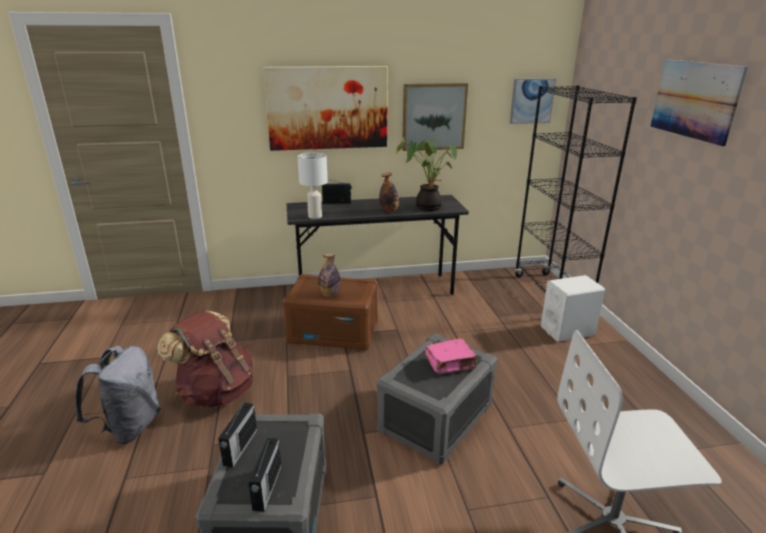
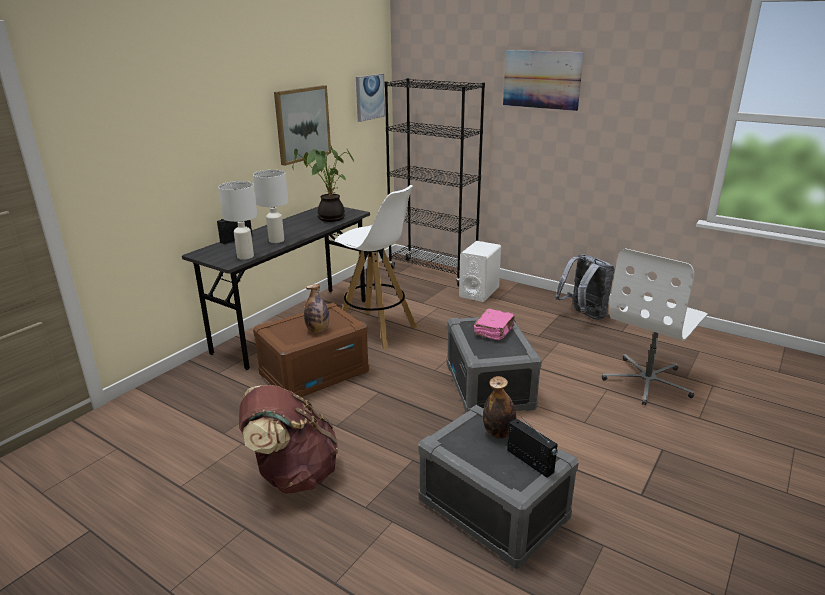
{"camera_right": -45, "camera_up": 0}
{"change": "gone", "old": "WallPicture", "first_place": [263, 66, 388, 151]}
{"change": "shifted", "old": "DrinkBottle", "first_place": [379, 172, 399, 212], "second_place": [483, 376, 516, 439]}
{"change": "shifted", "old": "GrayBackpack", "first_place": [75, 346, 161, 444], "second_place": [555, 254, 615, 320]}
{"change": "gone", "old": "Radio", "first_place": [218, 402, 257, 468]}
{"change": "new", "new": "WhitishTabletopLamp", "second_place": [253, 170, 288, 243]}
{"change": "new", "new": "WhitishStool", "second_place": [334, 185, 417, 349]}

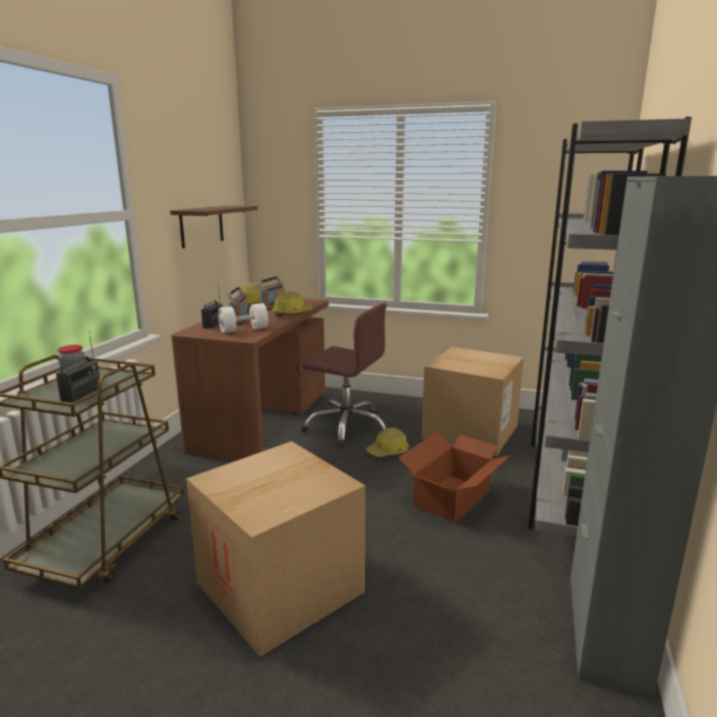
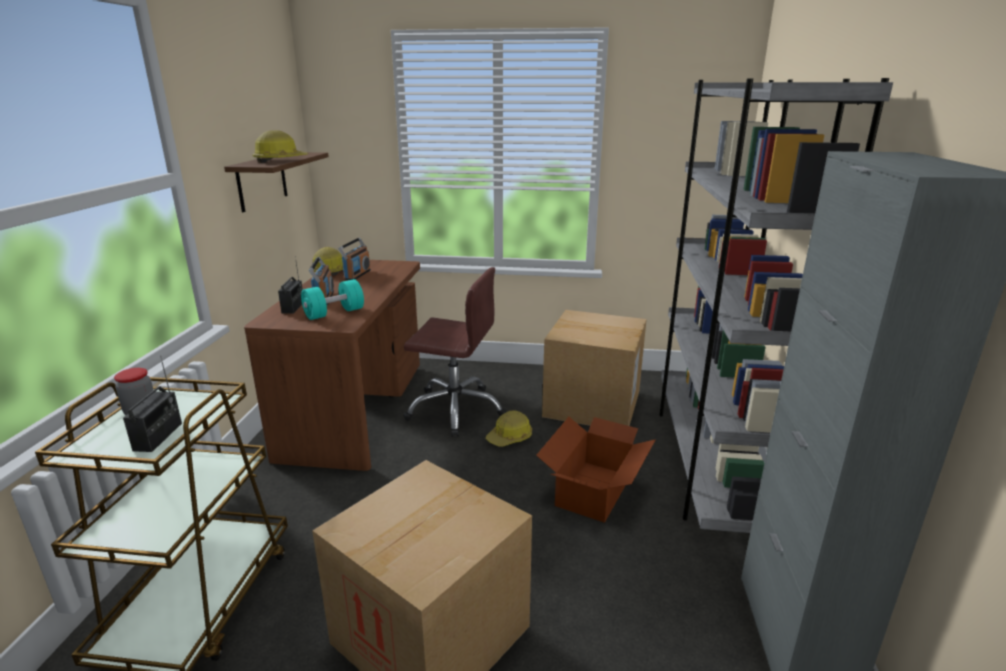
{"camera_right": -10, "camera_up": 5}
{"change": "shifted", "old": "HardHat", "first_place": [272, 291, 313, 316], "second_place": [252, 130, 309, 163]}
{"change": "repainted", "old": "WhitishFreeWeight", "new": "TurquoiseFreeWeight", "first_place": [218, 303, 268, 333], "second_place": [301, 279, 364, 320]}

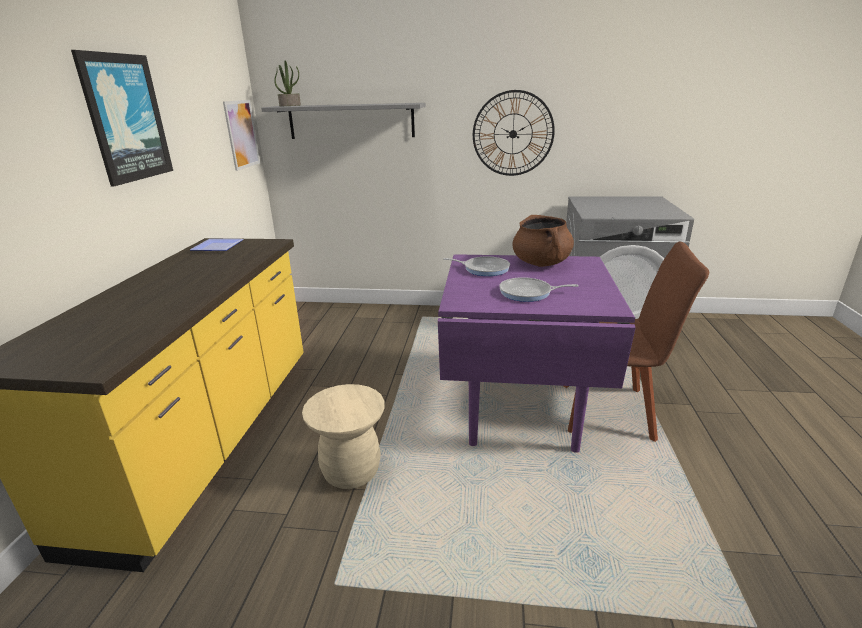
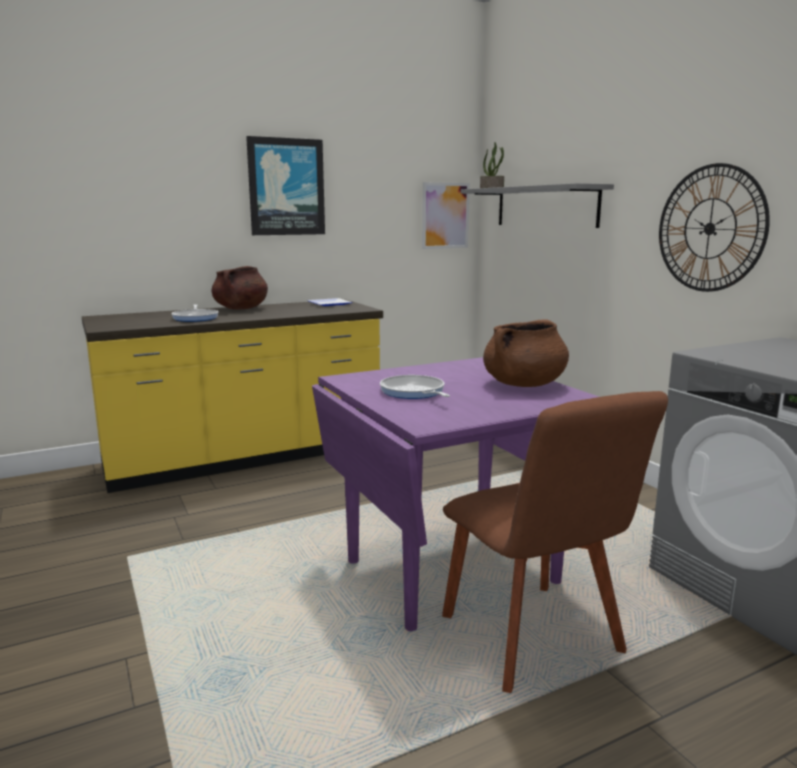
{"camera_right": 55, "camera_up": -10}
{"change": "shifted", "old": "FryingPan", "first_place": [443, 257, 510, 276], "second_place": [171, 304, 218, 322]}
{"change": "gone", "old": "BeigeStool", "first_place": [302, 384, 385, 489]}
{"change": "new", "new": "BrownishCookingPot", "second_place": [211, 266, 268, 310]}

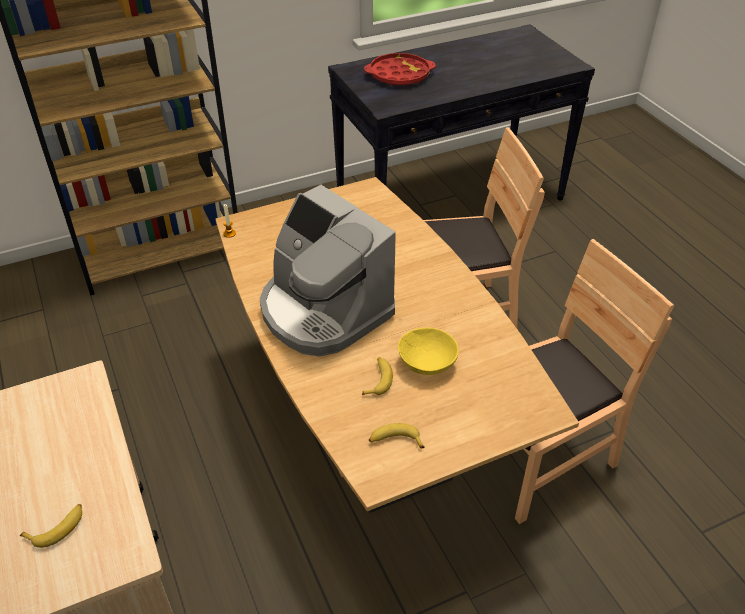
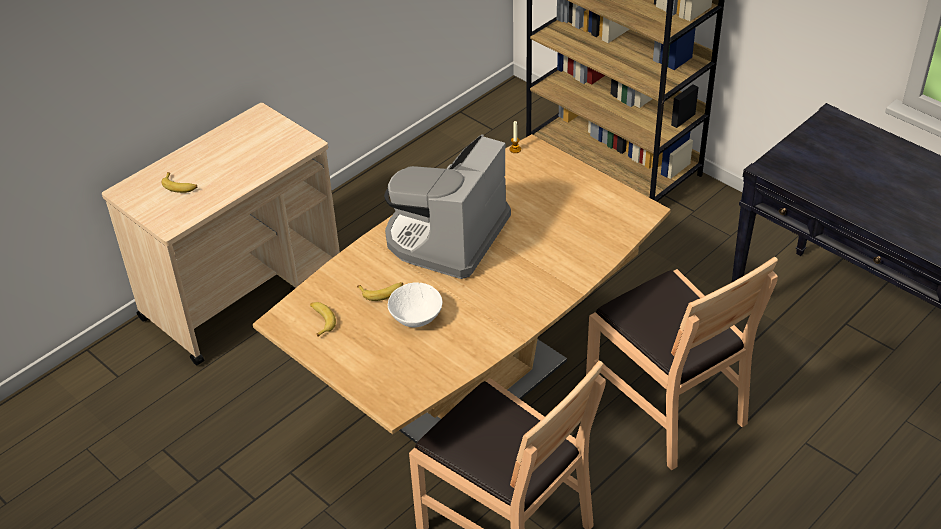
{"camera_right": 70, "camera_up": 0}
{"change": "gone", "old": "ReddishServingTray", "first_place": [364, 53, 436, 86]}
{"change": "repainted", "old": "YellowishBowl", "new": "WhitishBowl", "first_place": [398, 328, 459, 375], "second_place": [388, 283, 442, 327]}

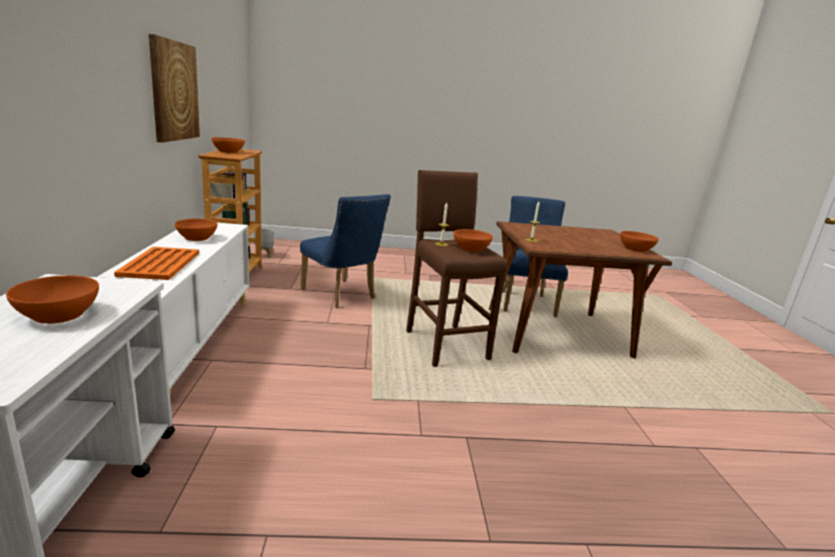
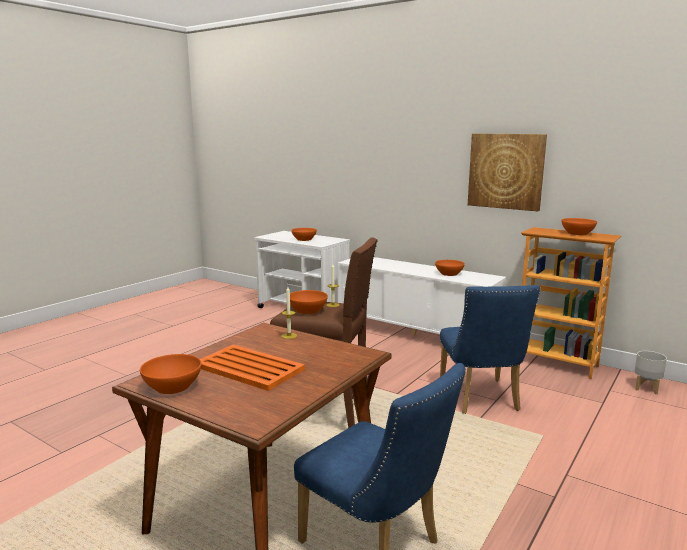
{"camera_right": 130, "camera_up": -5}
{"change": "rotated", "old": "BluishChair", "first_place": [300, 194, 391, 308], "second_place": [440, 285, 540, 414], "degrees": -90}
{"change": "shifted", "old": "OrangeServingTray", "first_place": [114, 247, 199, 280], "second_place": [200, 345, 305, 391]}

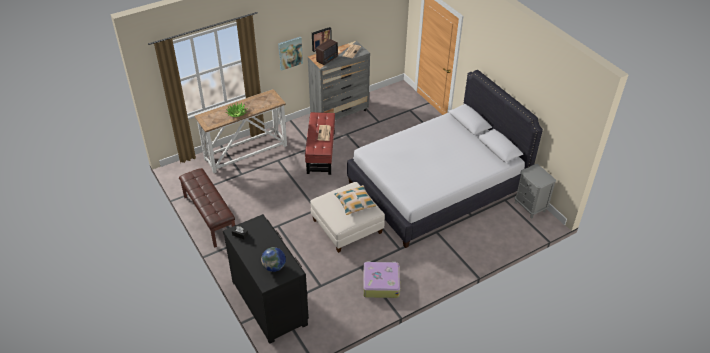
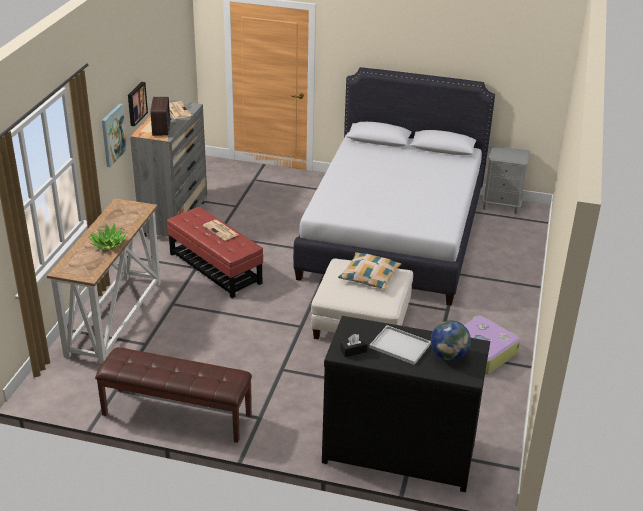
{"camera_right": -45, "camera_up": -10}
{"change": "new", "new": "WhitishServingTray", "second_place": [369, 325, 431, 365]}

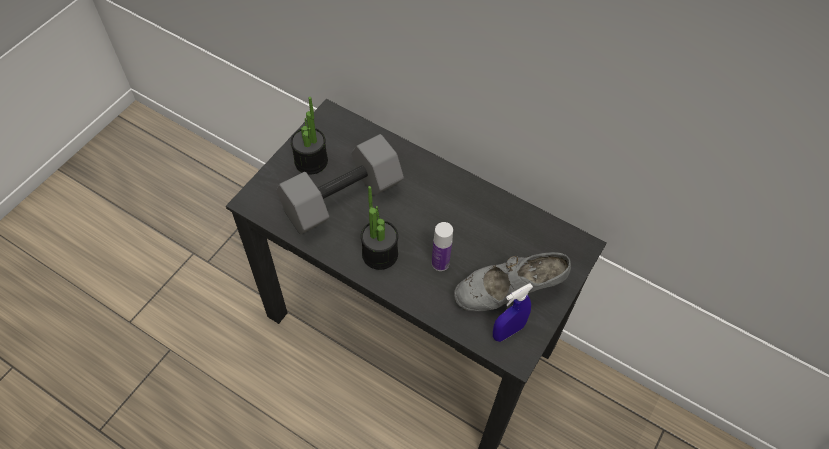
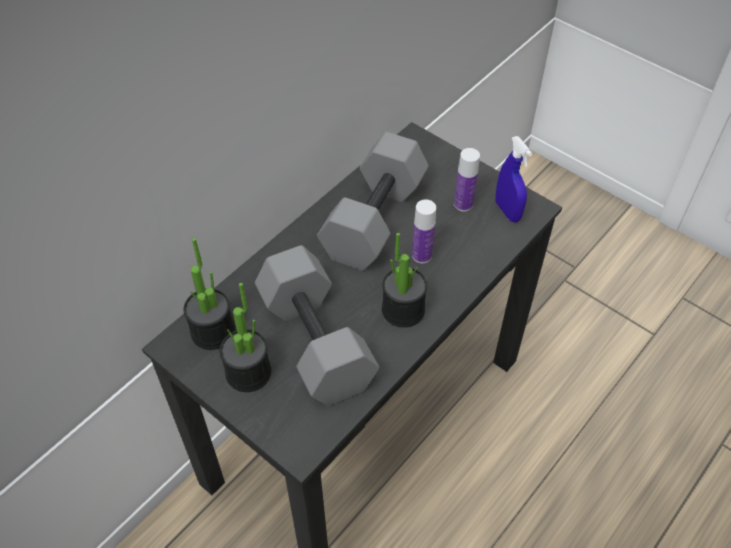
{"camera_right": -80, "camera_up": -5}
{"change": "swapped", "old": "GrayLowShoe", "new": "DrinkBottle", "first_place": [454, 252, 571, 311], "second_place": [454, 148, 480, 212]}
{"change": "new", "new": "GrayFreeWeight", "second_place": [317, 132, 429, 271]}
{"change": "new", "new": "PlantInAPot", "second_place": [184, 238, 235, 350]}

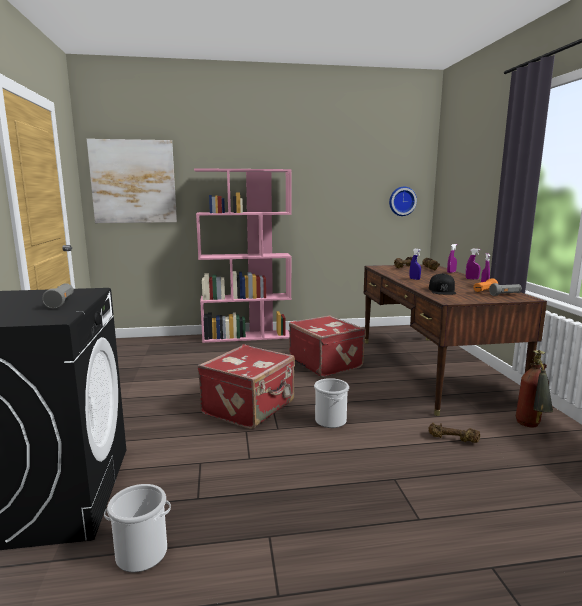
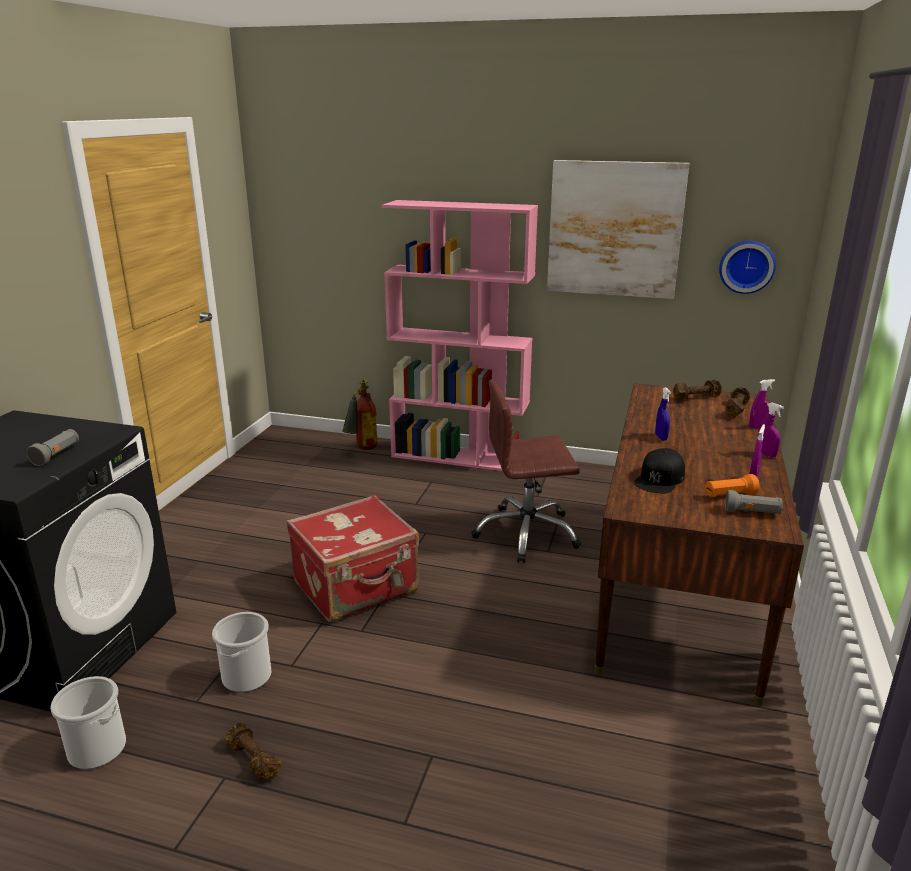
{"camera_right": 25, "camera_up": 10}
{"change": "shifted", "old": "WallPicture", "first_place": [87, 139, 177, 223], "second_place": [547, 160, 689, 299]}
{"change": "swapped", "old": "ReddishPieceOfLuggage", "new": "BrownishComputerChair", "first_place": [289, 315, 366, 377], "second_place": [471, 380, 582, 563]}
{"change": "shifted", "old": "Extinguisher", "first_place": [516, 350, 553, 427], "second_place": [342, 380, 378, 450]}
{"change": "shifted", "old": "Bucket", "first_place": [314, 378, 349, 428], "second_place": [212, 612, 271, 692]}
{"change": "shifted", "old": "BrownishFreeWeight", "first_place": [429, 423, 480, 443], "second_place": [224, 722, 281, 779]}

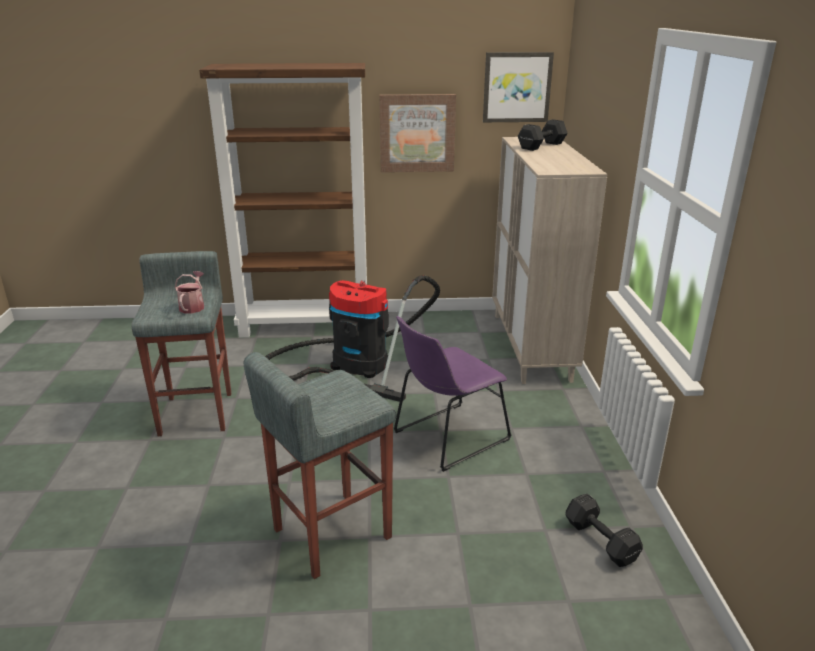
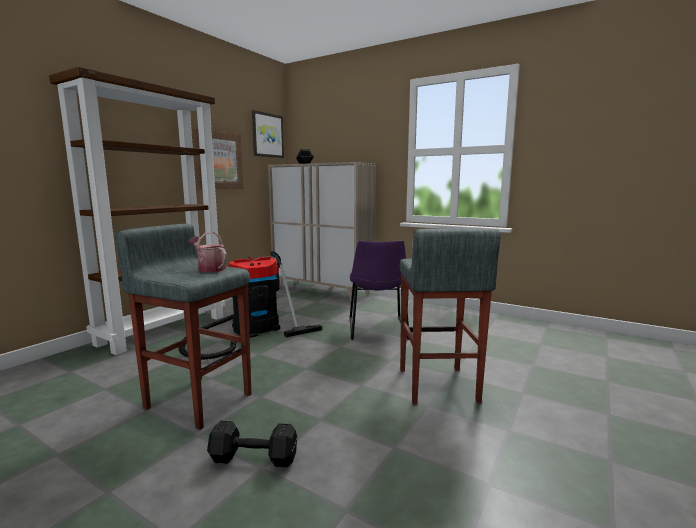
{"camera_right": -55, "camera_up": -15}
{"change": "shifted", "old": "BlackColouredFreeWeight", "first_place": [565, 493, 643, 567], "second_place": [207, 420, 297, 467]}

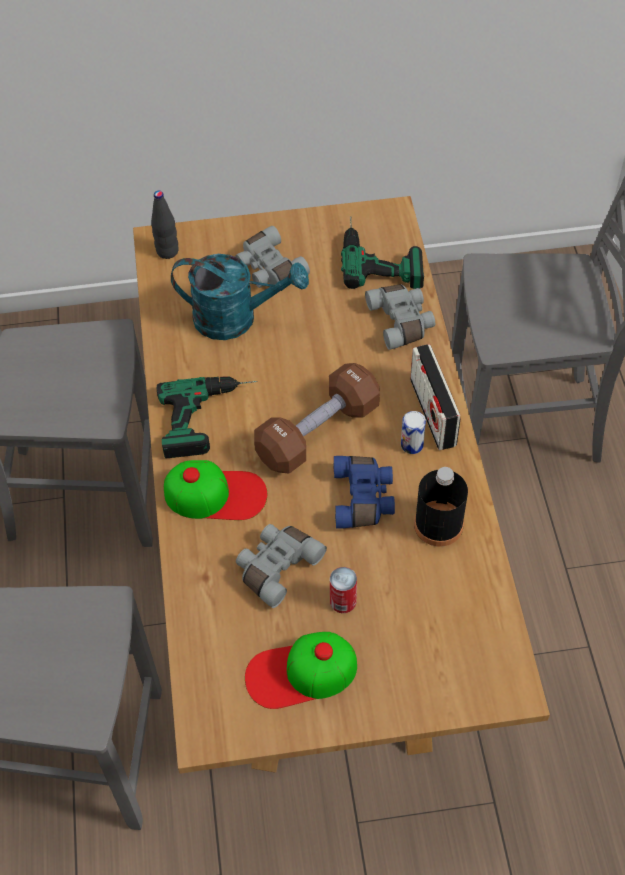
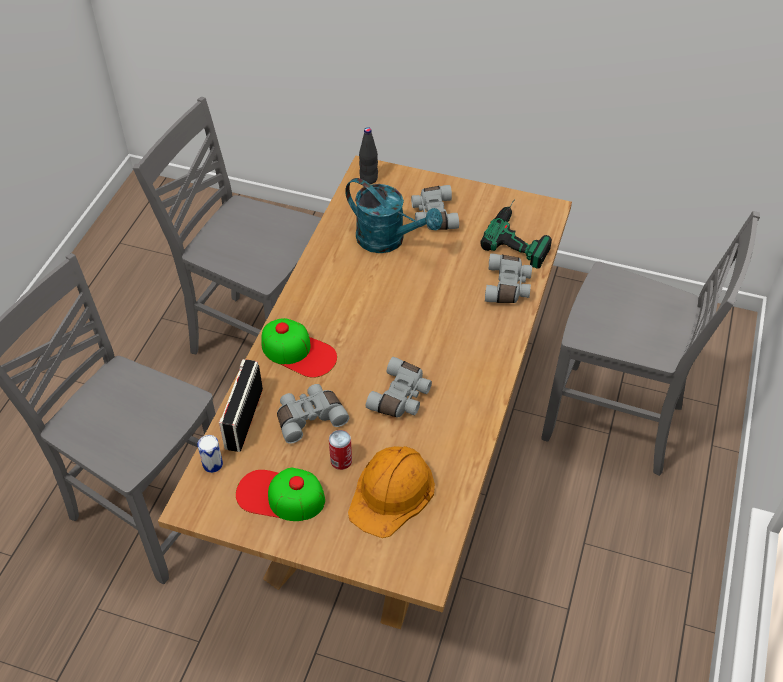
{"camera_right": 25, "camera_up": -5}
{"change": "shifted", "old": "Radio", "first_place": [410, 344, 461, 450], "second_place": [219, 359, 263, 452]}
{"change": "gone", "old": "BrownishFreeWeight", "first_place": [254, 363, 380, 474]}
{"change": "gone", "old": "ElectricDrill", "first_place": [157, 377, 258, 459]}
{"change": "shifted", "old": "MetalCan", "first_place": [401, 411, 426, 454], "second_place": [197, 435, 223, 473]}
{"change": "repainted", "old": "BluishPairOfBinoculars", "new": "GrayPairOfBinoculars", "first_place": [333, 456, 395, 529], "second_place": [366, 357, 432, 417]}
{"change": "gone", "old": "BlackColouredDrinkBottle", "first_place": [414, 467, 468, 547]}
{"change": "new", "new": "OrangeHardHat", "second_place": [348, 446, 435, 538]}

